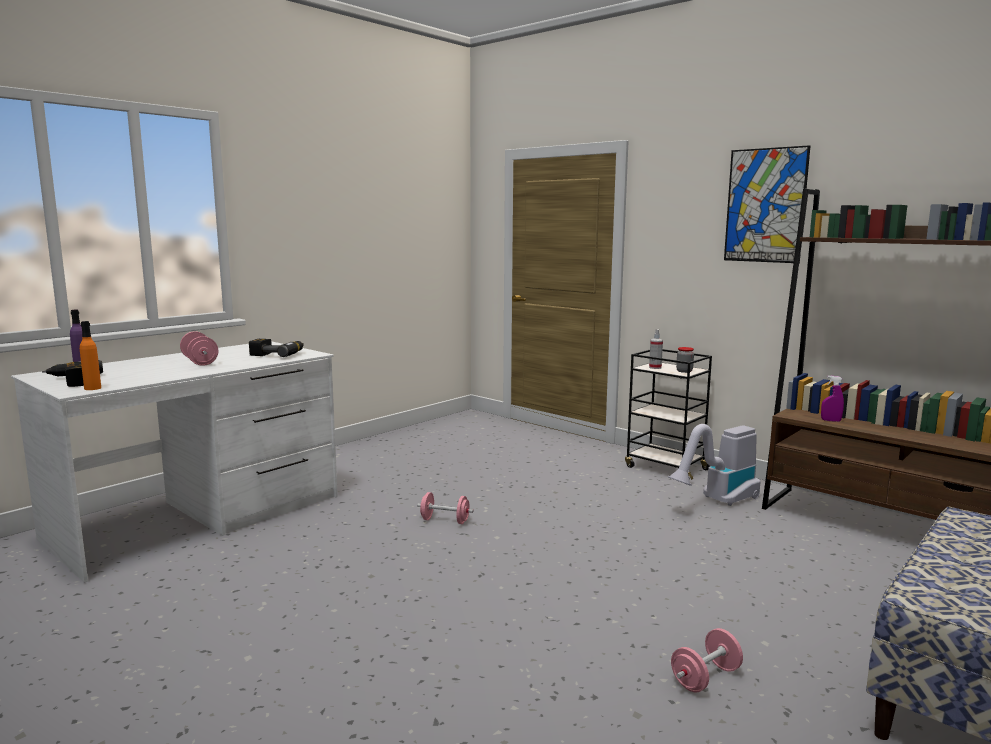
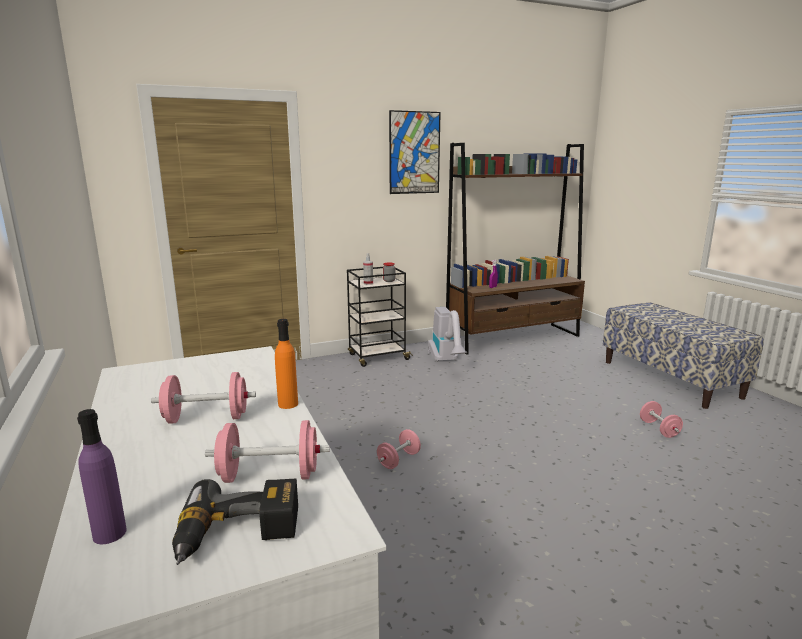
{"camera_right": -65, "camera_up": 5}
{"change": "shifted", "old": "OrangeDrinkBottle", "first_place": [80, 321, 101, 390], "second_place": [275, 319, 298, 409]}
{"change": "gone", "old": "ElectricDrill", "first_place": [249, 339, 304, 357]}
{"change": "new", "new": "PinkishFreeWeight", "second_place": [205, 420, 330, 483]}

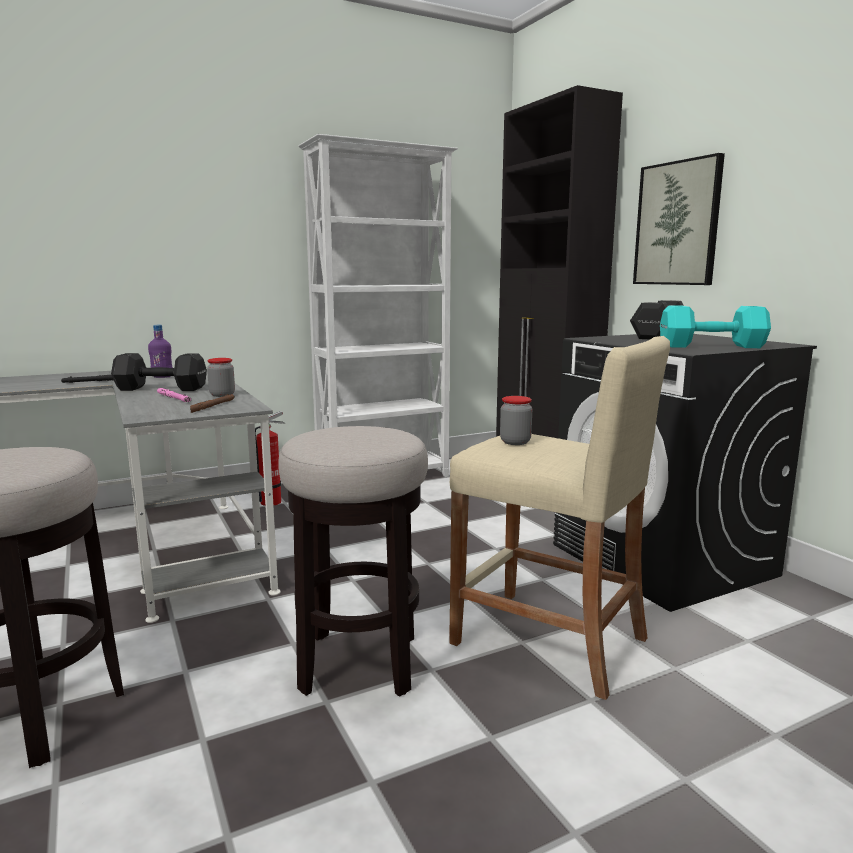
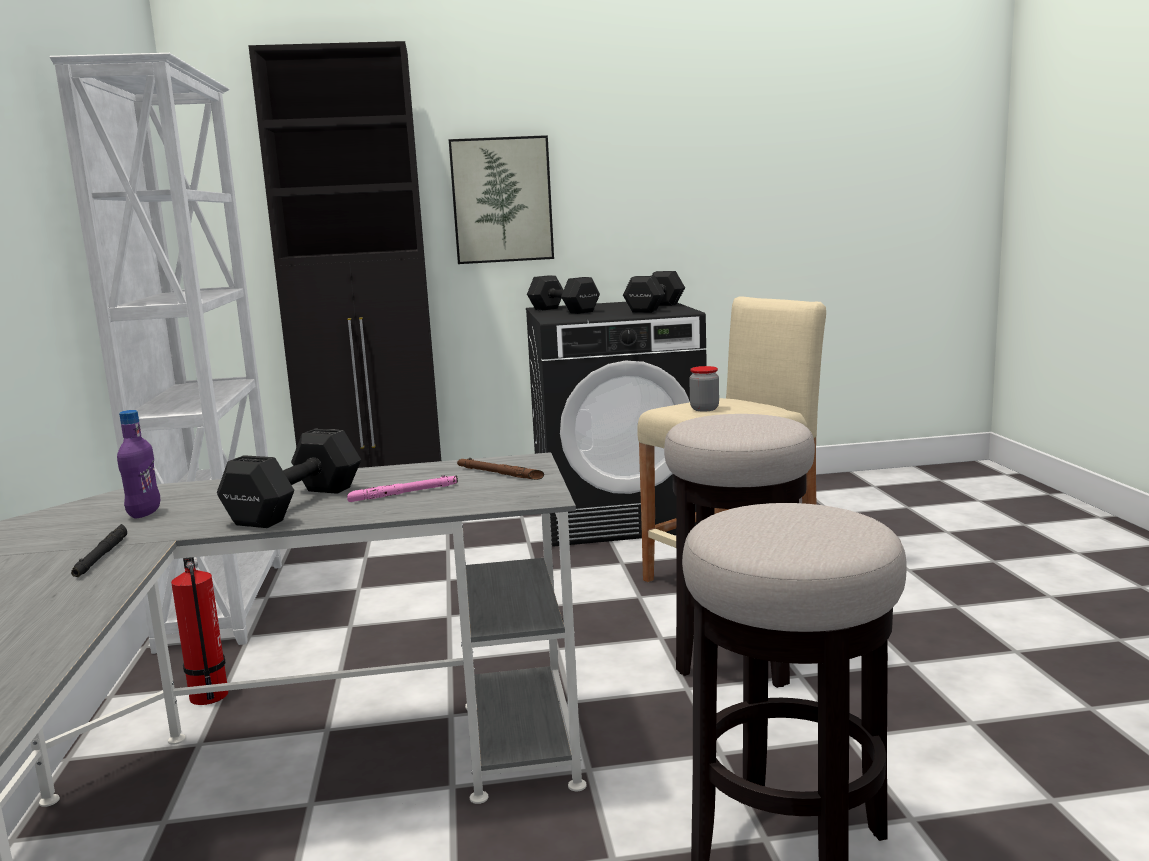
{"camera_right": -70, "camera_up": 0}
{"change": "repainted", "old": "TurquoiseFreeWeight", "new": "BlackColouredFreeWeight", "first_place": [660, 306, 771, 348], "second_place": [623, 271, 685, 313]}
{"change": "gone", "old": "Jar", "first_place": [207, 358, 235, 397]}

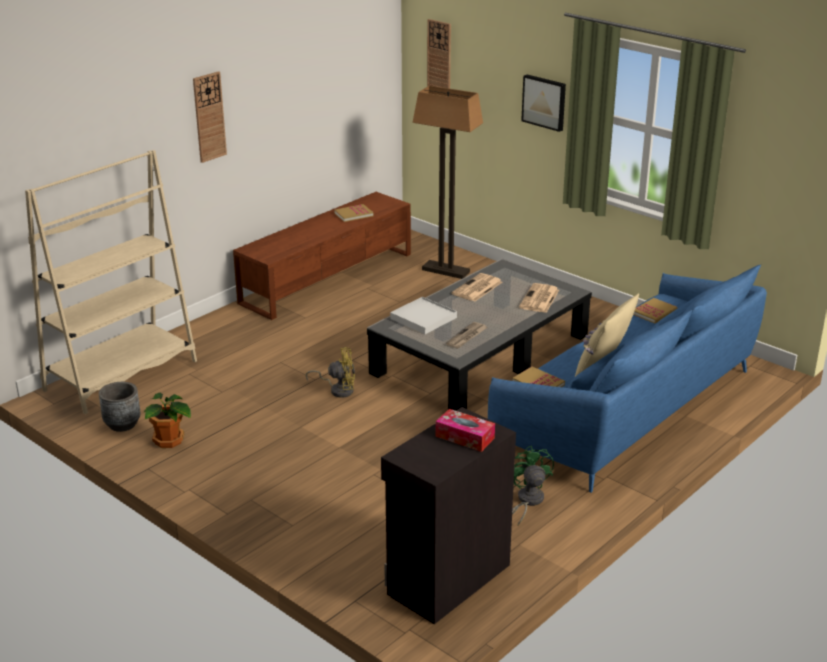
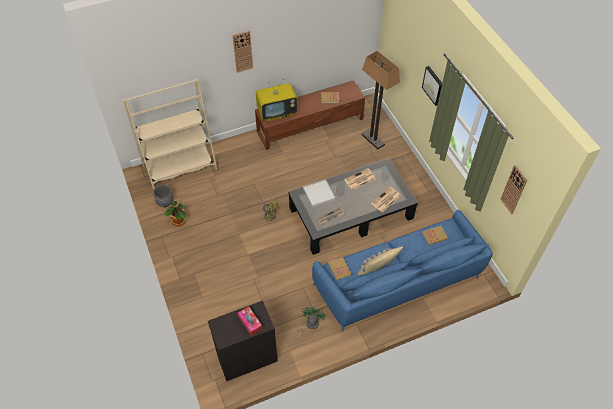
{"camera_right": 25, "camera_up": 25}
{"change": "shifted", "old": "WallClock", "first_place": [427, 19, 451, 89], "second_place": [500, 165, 527, 214]}
{"change": "new", "new": "Tv", "second_place": [256, 80, 297, 121]}

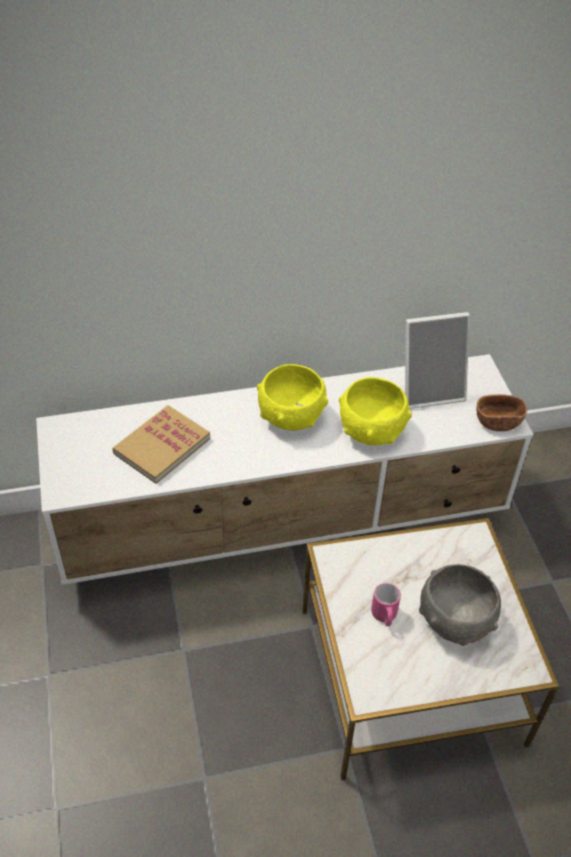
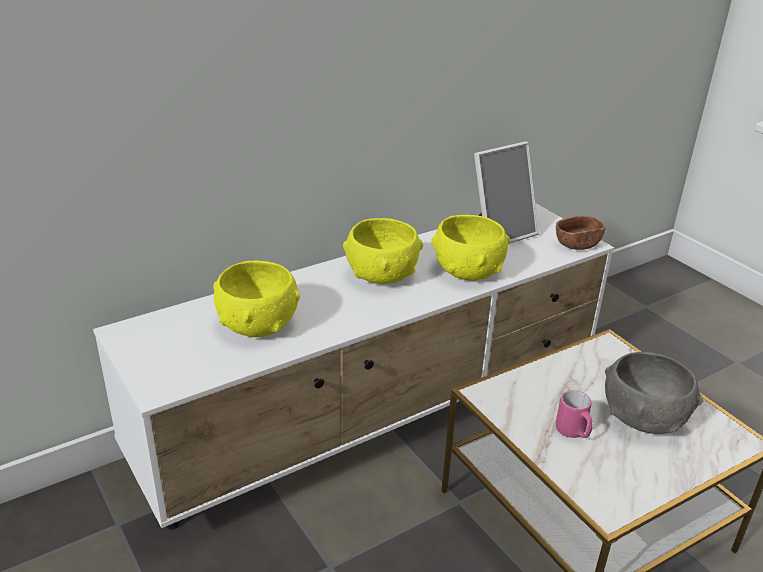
{"camera_right": -20, "camera_up": -15}
{"change": "swapped", "old": "Volume", "new": "YellowishBowl", "first_place": [112, 405, 210, 484], "second_place": [213, 260, 300, 337]}

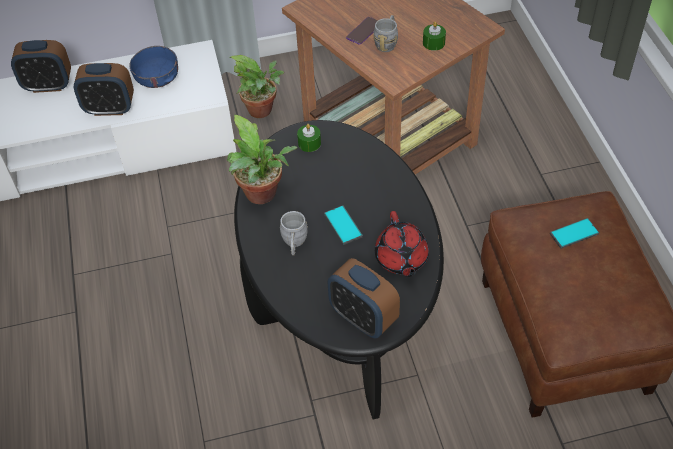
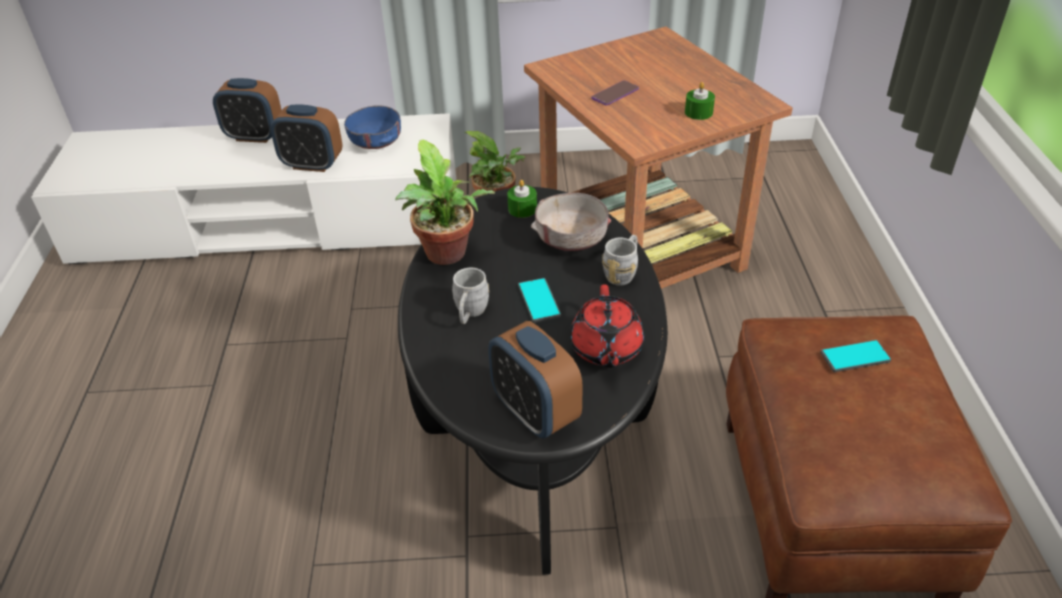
{"camera_right": 10, "camera_up": -10}
{"change": "shifted", "old": "GrayCoffeeMug", "first_place": [373, 15, 398, 52], "second_place": [602, 235, 638, 286]}
{"change": "new", "new": "GrayBowl", "second_place": [531, 193, 611, 251]}

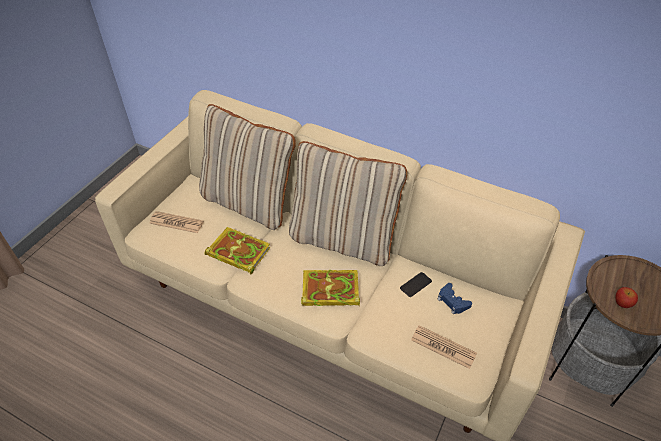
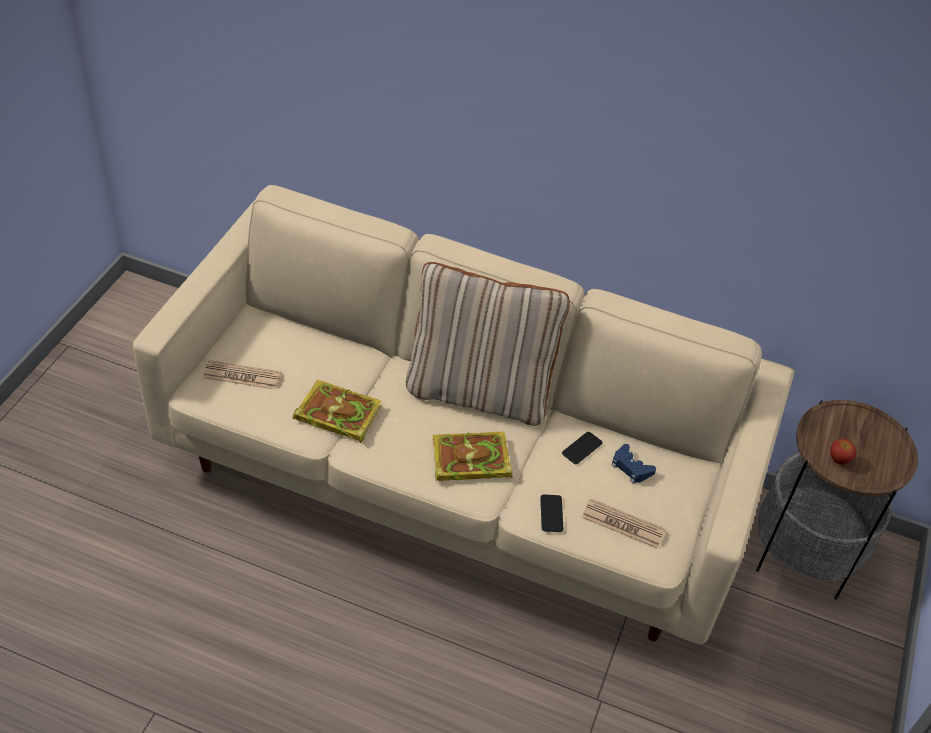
{"camera_right": -10, "camera_up": 0}
{"change": "gone", "old": "BeigePillow", "first_place": [199, 104, 296, 230]}
{"change": "new", "new": "Handset", "second_place": [540, 494, 563, 532]}

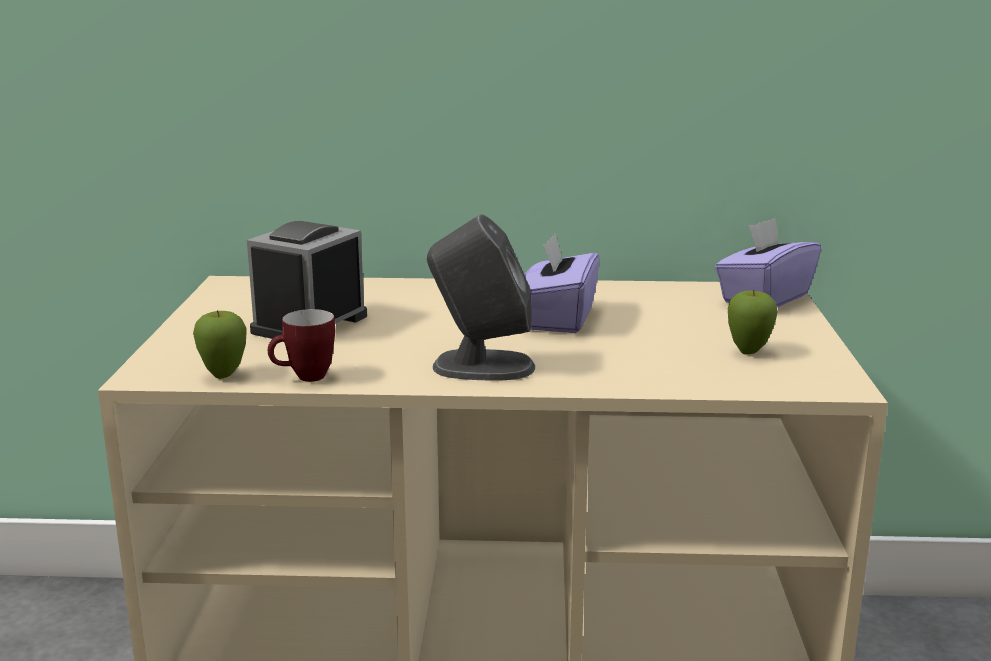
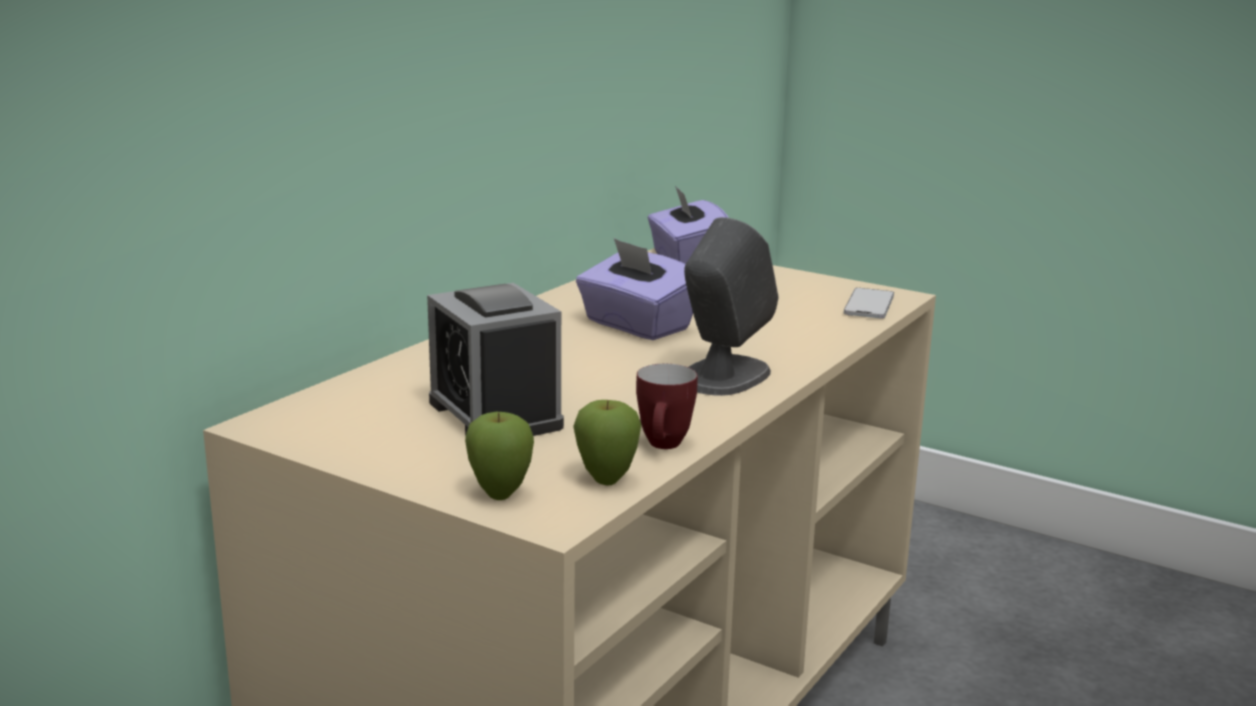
{"camera_right": -60, "camera_up": 0}
{"change": "shifted", "old": "AppleFruit", "first_place": [728, 290, 778, 354], "second_place": [465, 412, 534, 500]}
{"change": "new", "new": "Handset", "second_place": [844, 288, 894, 319]}

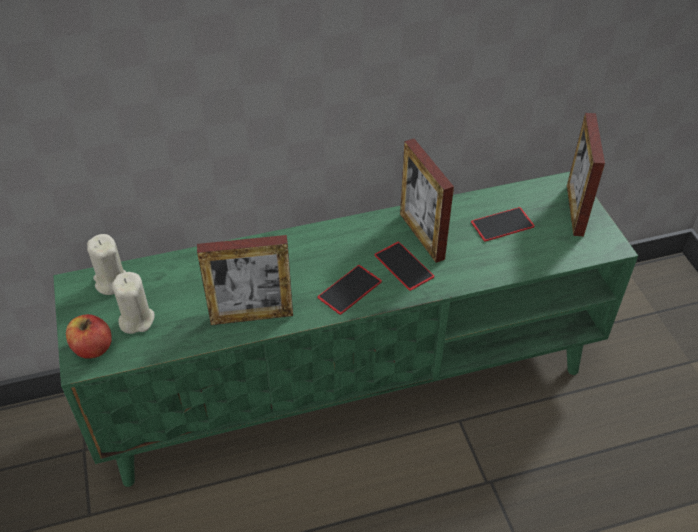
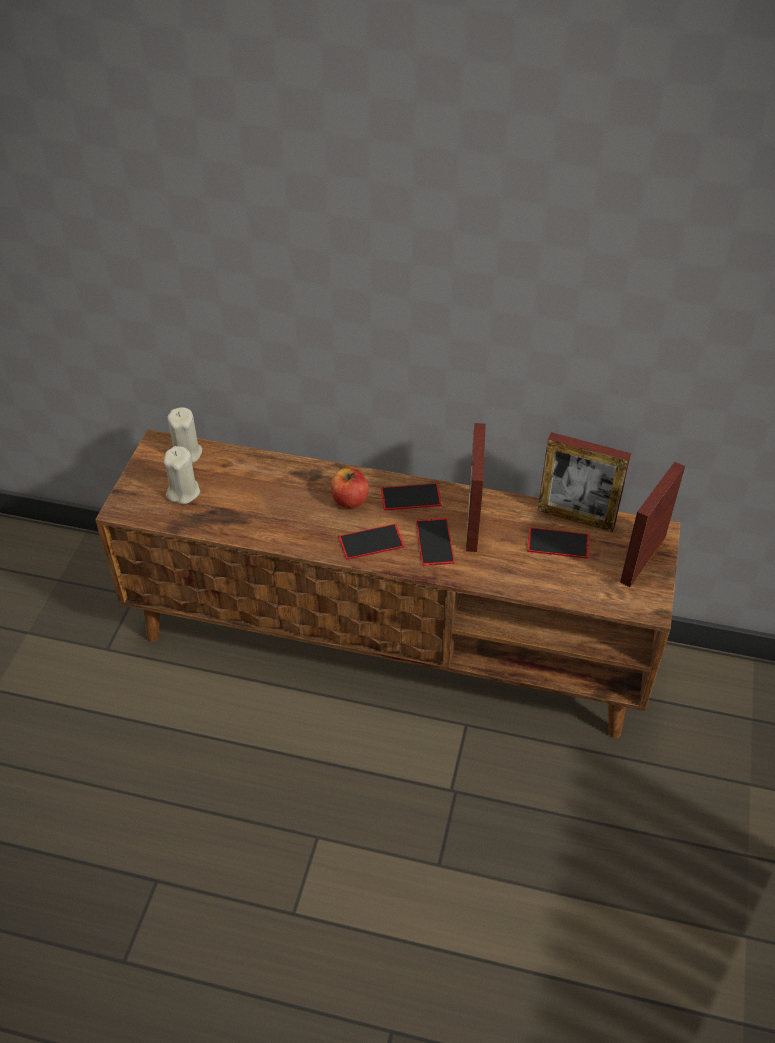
{"camera_right": 30, "camera_up": 0}
{"change": "repainted", "old": "GreenColouredTvStand", "new": "BrownishTvStand", "first_place": [53, 172, 638, 487], "second_place": [95, 429, 681, 738]}
{"change": "shifted", "old": "PictureFrame", "first_place": [197, 235, 293, 325], "second_place": [538, 432, 631, 532]}
{"change": "shifted", "old": "AppleFruit", "first_place": [66, 314, 112, 358], "second_place": [331, 468, 369, 508]}
{"change": "new", "new": "Handset", "second_place": [381, 483, 442, 510]}

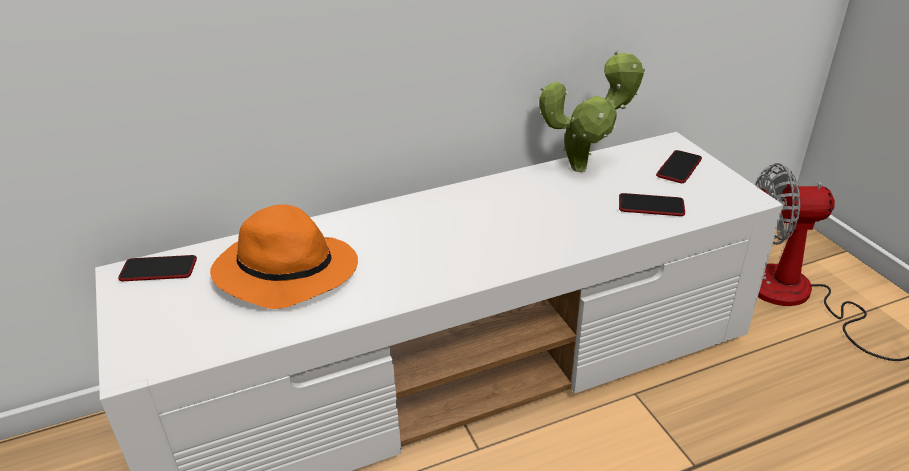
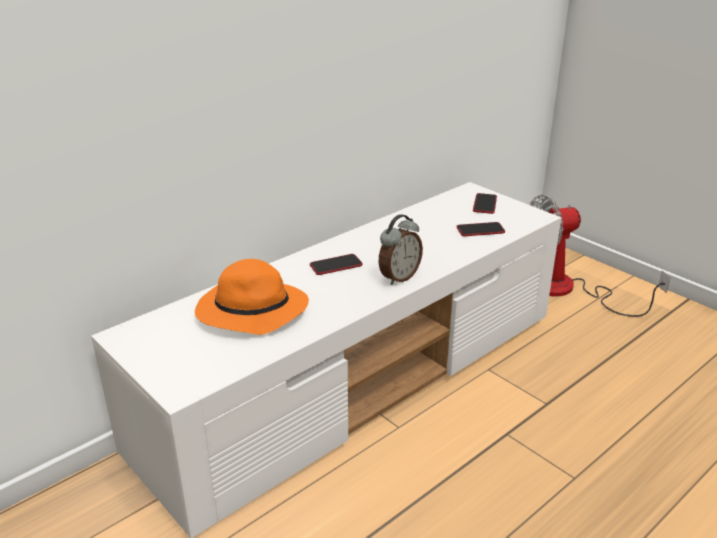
{"camera_right": -20, "camera_up": -5}
{"change": "gone", "old": "PlantInAPot", "first_place": [539, 50, 645, 172]}
{"change": "shifted", "old": "Handset", "first_place": [118, 255, 197, 281], "second_place": [310, 254, 363, 275]}
{"change": "new", "new": "TableClock", "second_place": [379, 214, 423, 285]}

